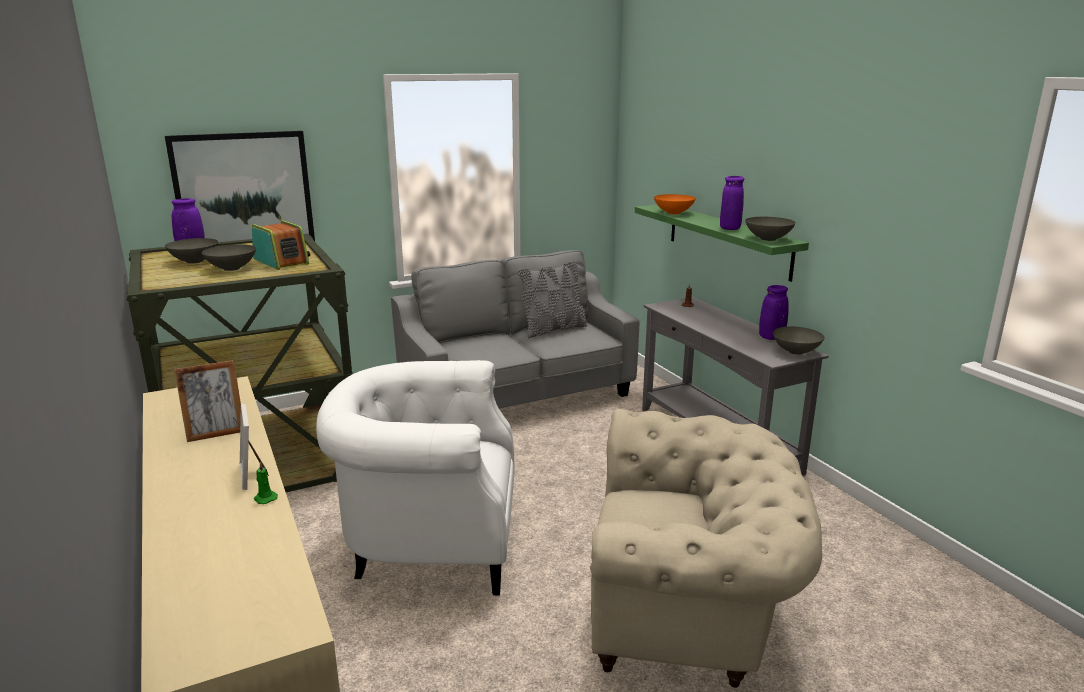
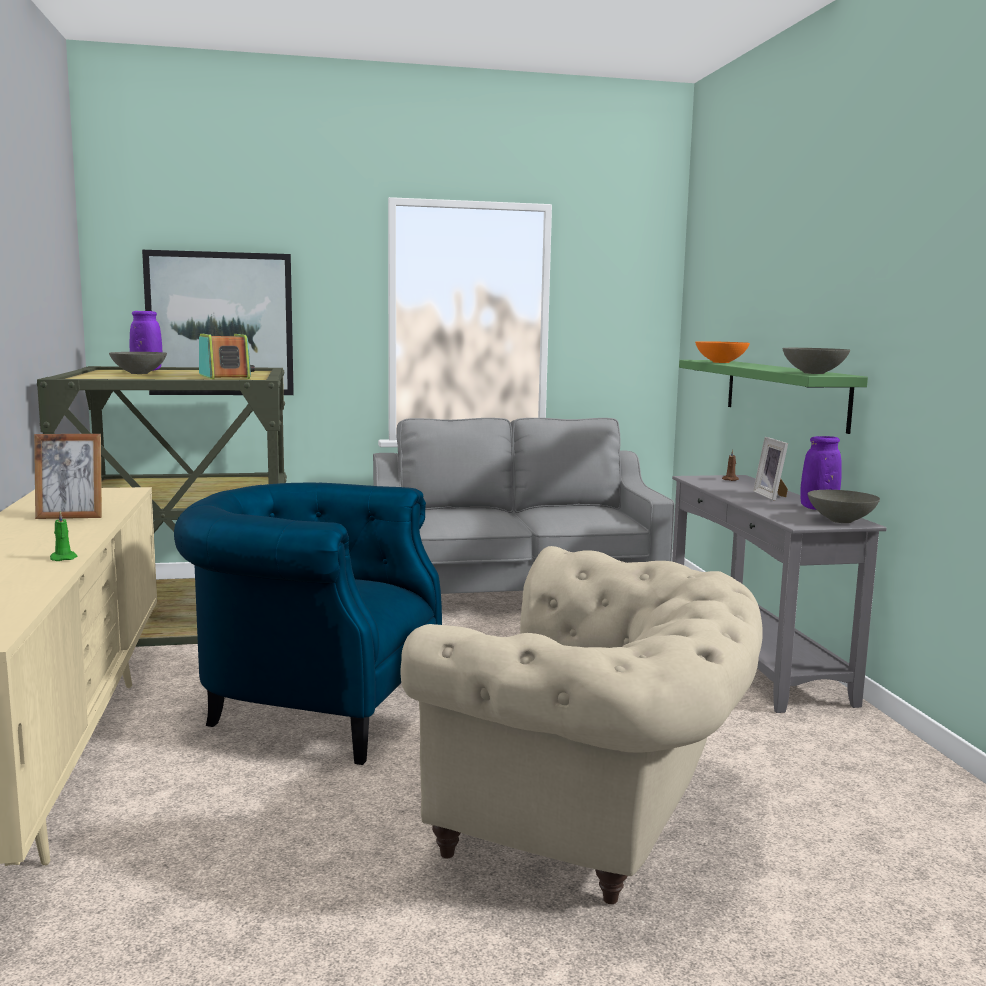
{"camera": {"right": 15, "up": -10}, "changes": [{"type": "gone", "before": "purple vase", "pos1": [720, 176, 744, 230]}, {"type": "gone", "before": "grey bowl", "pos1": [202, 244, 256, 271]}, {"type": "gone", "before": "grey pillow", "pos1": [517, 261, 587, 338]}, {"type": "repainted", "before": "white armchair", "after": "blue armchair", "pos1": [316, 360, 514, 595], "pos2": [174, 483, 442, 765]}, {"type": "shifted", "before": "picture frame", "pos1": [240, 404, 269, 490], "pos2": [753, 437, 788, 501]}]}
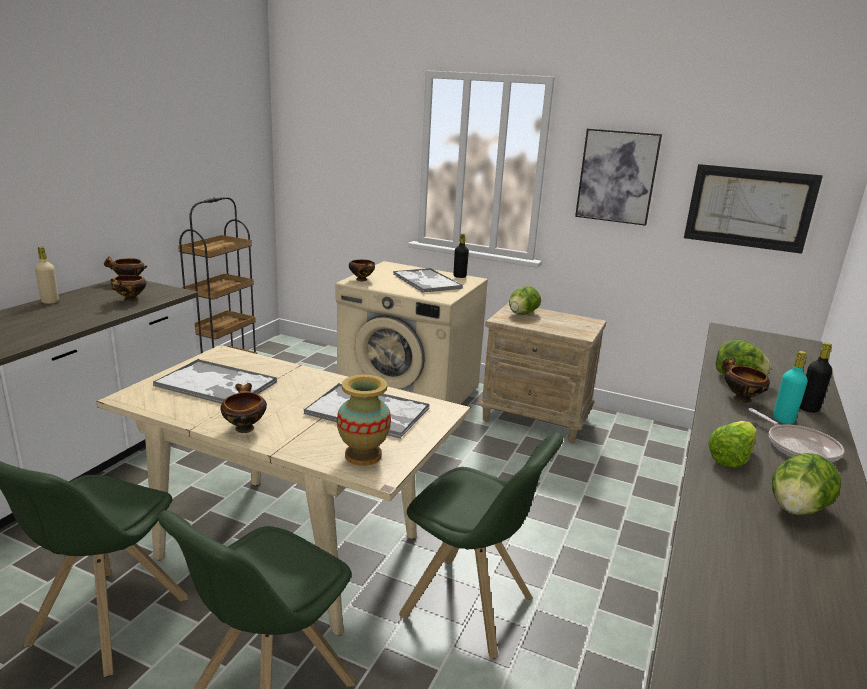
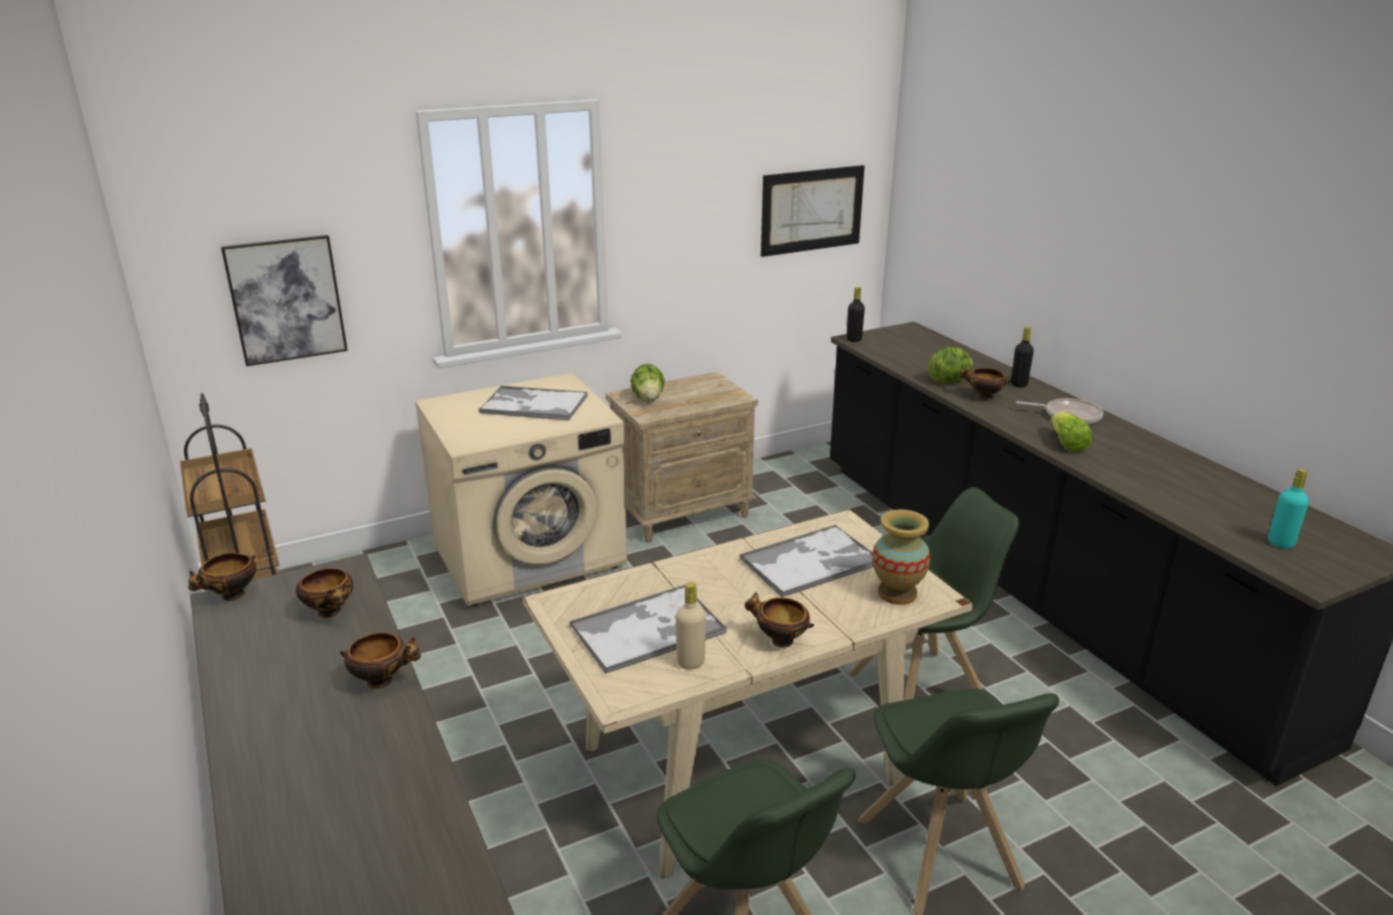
{"camera": {"right": -50, "up": 5}, "changes": [{"type": "shifted", "before": "picture", "pos1": [575, 128, 662, 226], "pos2": [221, 235, 348, 366]}, {"type": "shifted", "before": "black bottle", "pos1": [454, 234, 469, 278], "pos2": [846, 287, 865, 342]}, {"type": "shifted", "before": "beige bottle", "pos1": [35, 247, 59, 304], "pos2": [676, 582, 706, 669]}, {"type": "shifted", "before": "bowl", "pos1": [349, 259, 375, 281], "pos2": [340, 633, 421, 689]}, {"type": "shifted", "before": "turquoise bottle", "pos1": [773, 351, 808, 424], "pos2": [1268, 469, 1309, 549]}, {"type": "gone", "before": "lettuce", "pos1": [772, 453, 841, 515]}]}
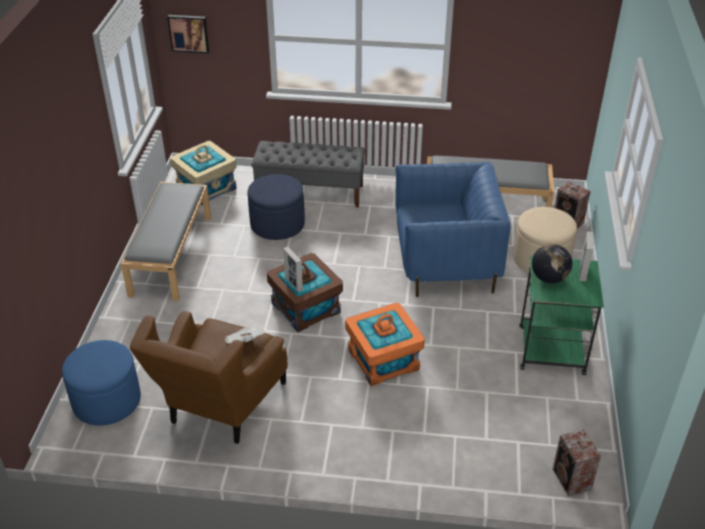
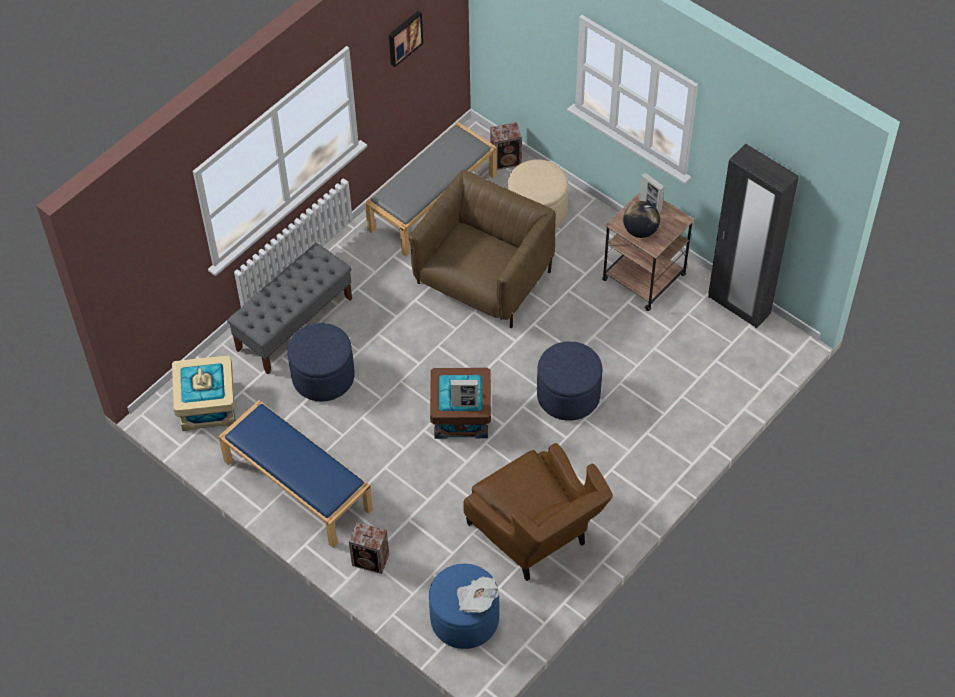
{"camera": {"right": -55, "up": 15}, "changes": [{"type": "shifted", "before": "picture", "pos1": [167, 15, 209, 53], "pos2": [389, 11, 423, 67]}, {"type": "repainted", "before": "blue armchair", "after": "brown armchair", "pos1": [395, 162, 510, 297], "pos2": [409, 170, 556, 328]}, {"type": "repainted", "before": "grey bench", "after": "blue bench", "pos1": [121, 182, 211, 301], "pos2": [218, 400, 373, 548]}, {"type": "repainted", "before": "green cart", "after": "brown cart", "pos1": [520, 256, 604, 375], "pos2": [602, 192, 695, 311]}, {"type": "swapped", "before": "orange storage box", "after": "blue ottoman", "pos1": [345, 303, 425, 386], "pos2": [537, 341, 602, 421]}, {"type": "shifted", "before": "newspaper", "pos1": [225, 327, 264, 344], "pos2": [457, 576, 499, 613]}, {"type": "shifted", "before": "speaker", "pos1": [553, 429, 601, 496], "pos2": [349, 522, 389, 574]}, {"type": "new", "after": "black wardrobe", "pos2": [708, 144, 799, 329]}]}
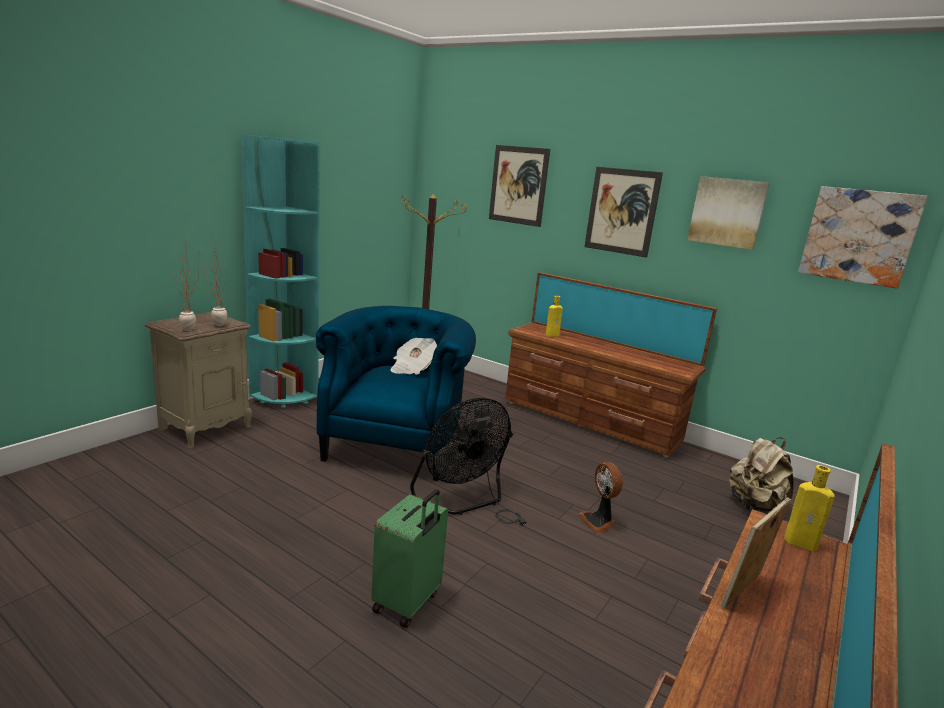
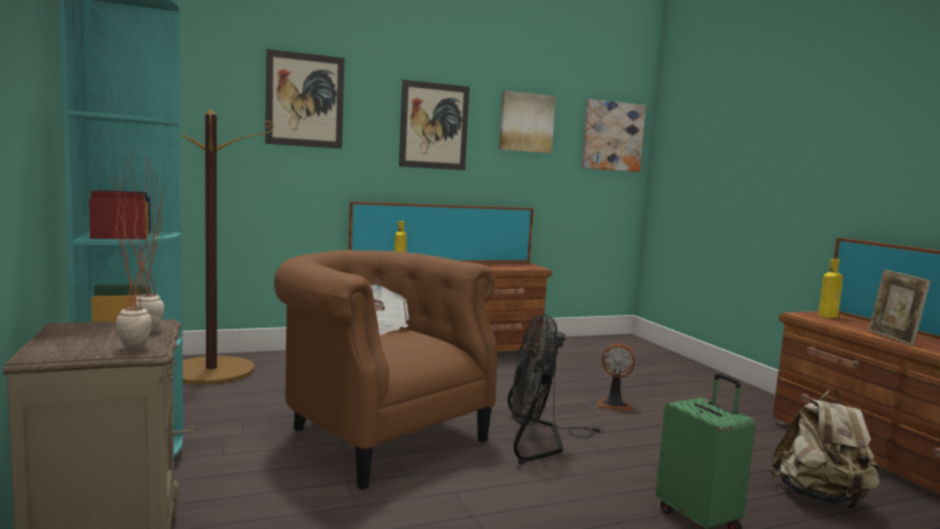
{"camera": {"right": -55, "up": -10}, "changes": [{"type": "repainted", "before": "blue armchair", "after": "brown armchair", "pos1": [316, 306, 476, 481], "pos2": [274, 250, 497, 490]}, {"type": "shifted", "before": "beige backpack", "pos1": [729, 437, 794, 513], "pos2": [770, 389, 880, 508]}]}
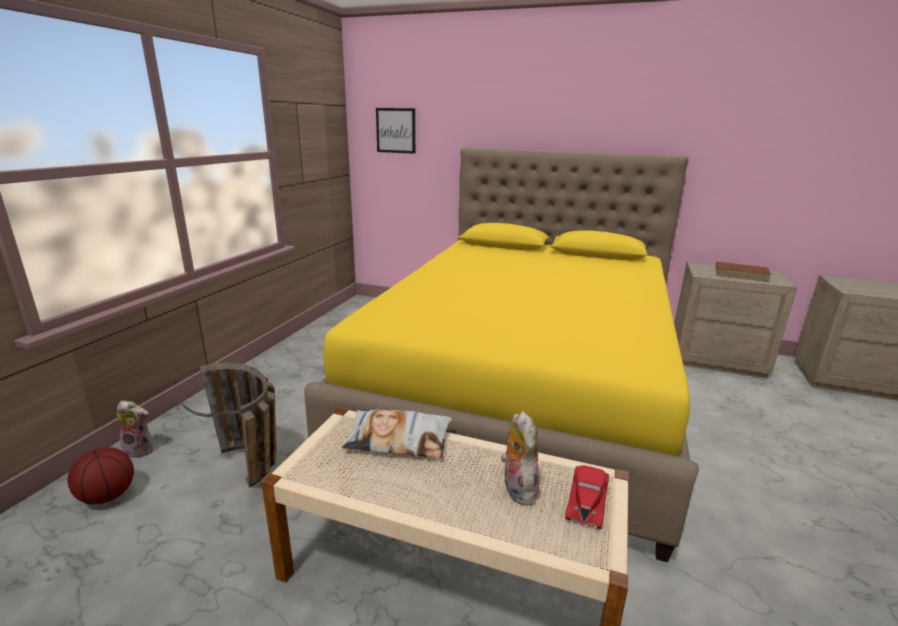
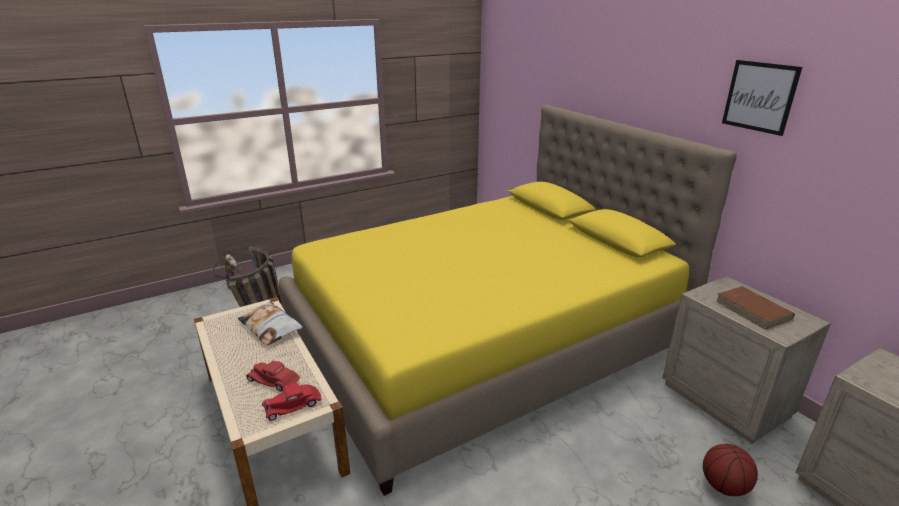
{"camera": {"right": 40, "up": 5}, "changes": [{"type": "shifted", "before": "picture", "pos1": [376, 108, 415, 154], "pos2": [722, 60, 802, 136]}, {"type": "swapped", "before": "plush toy", "after": "red toy car", "pos1": [501, 411, 540, 506], "pos2": [246, 361, 300, 391]}, {"type": "shifted", "before": "basketball", "pos1": [68, 447, 134, 504], "pos2": [703, 444, 758, 496]}]}
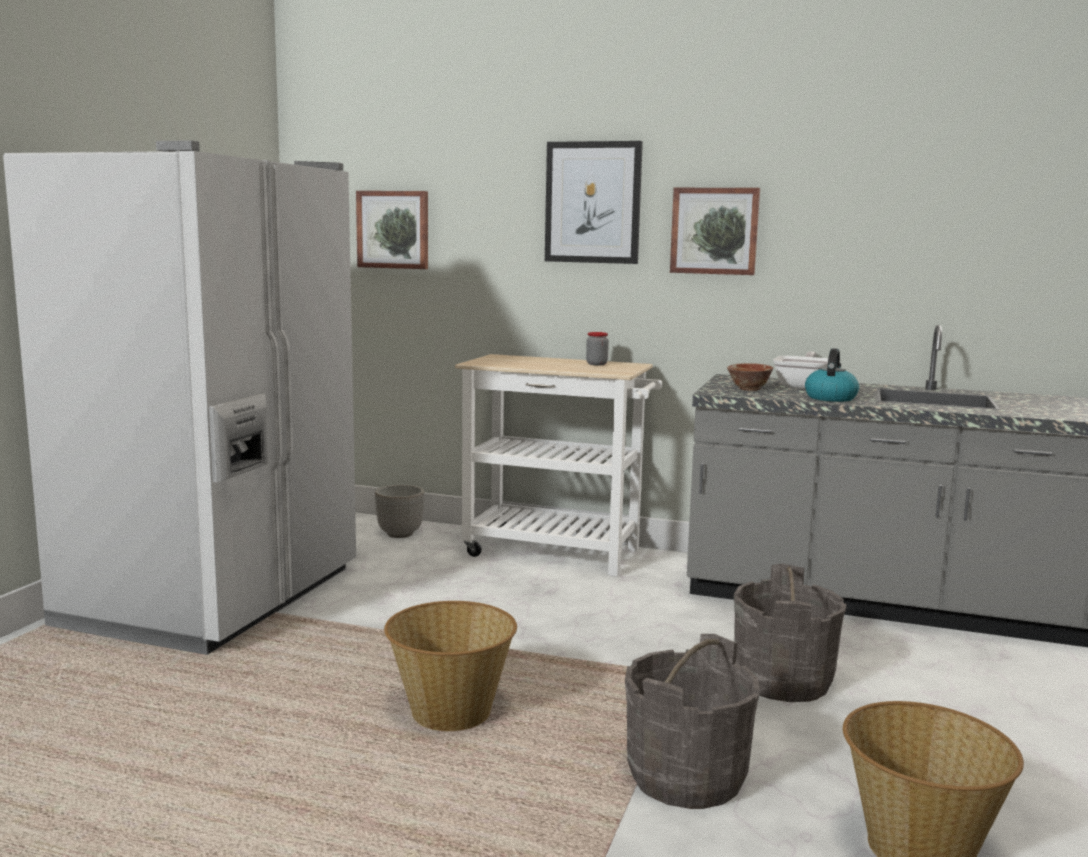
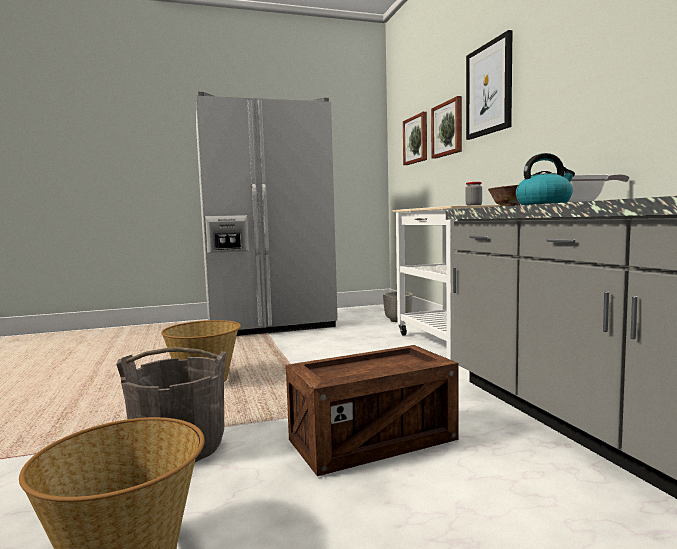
{"camera": {"right": 55, "up": -5}, "changes": [{"type": "shifted", "before": "picture", "pos1": [670, 188, 760, 275], "pos2": [431, 96, 462, 159]}, {"type": "swapped", "before": "grey bucket", "after": "crate", "pos1": [734, 563, 846, 702], "pos2": [286, 345, 458, 476]}]}
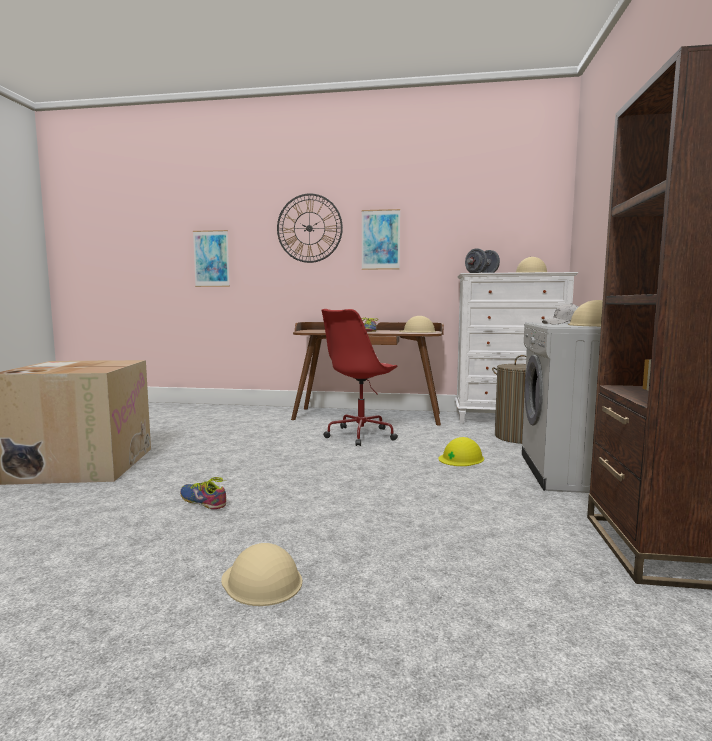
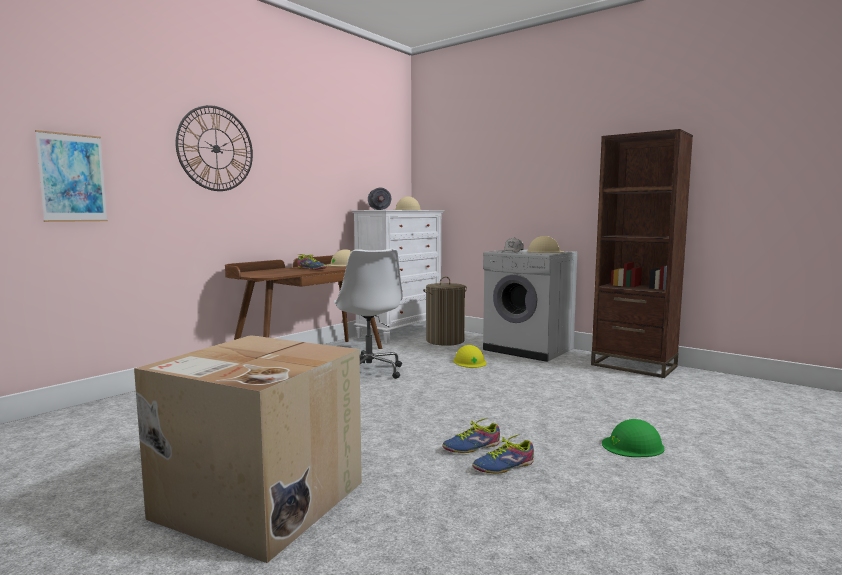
{"camera": {"right": -60, "up": 0}, "changes": [{"type": "gone", "before": "picture", "pos1": [362, 209, 400, 270]}, {"type": "repainted", "before": "red office chair", "after": "white office chair", "pos1": [321, 309, 398, 446], "pos2": [334, 249, 403, 379]}, {"type": "repainted", "before": "beige hard hat", "after": "green hard hat", "pos1": [221, 543, 302, 606], "pos2": [602, 419, 665, 457]}, {"type": "new", "after": "shoe", "pos2": [473, 434, 534, 473]}]}
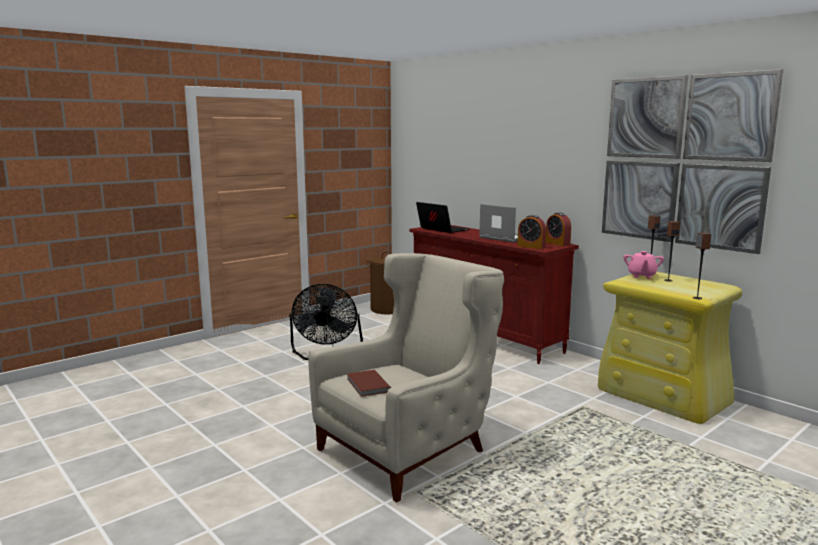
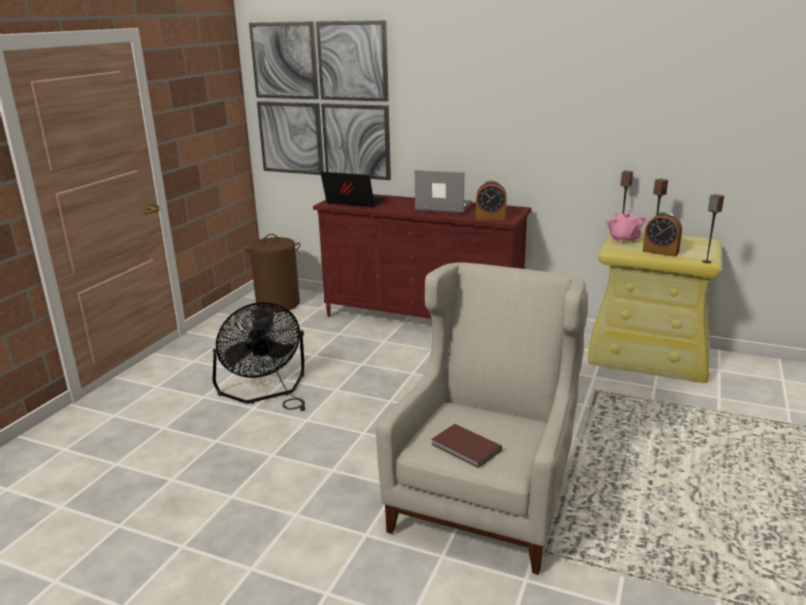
{"camera": {"right": -25, "up": 10}, "changes": [{"type": "shifted", "before": "picture", "pos1": [602, 69, 784, 254], "pos2": [249, 20, 391, 180]}, {"type": "shifted", "before": "alarm clock", "pos1": [546, 212, 571, 246], "pos2": [643, 212, 682, 257]}]}
